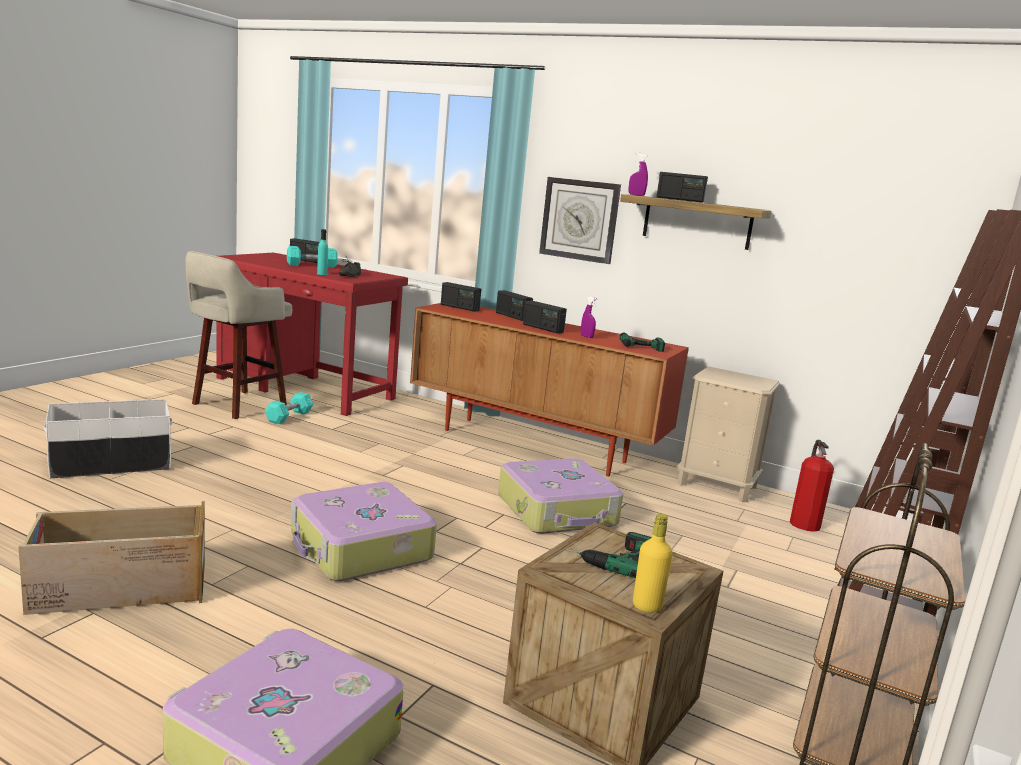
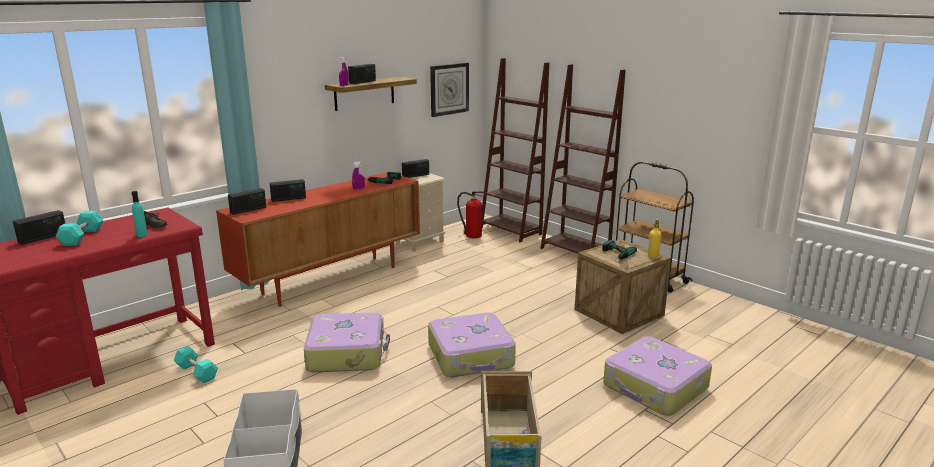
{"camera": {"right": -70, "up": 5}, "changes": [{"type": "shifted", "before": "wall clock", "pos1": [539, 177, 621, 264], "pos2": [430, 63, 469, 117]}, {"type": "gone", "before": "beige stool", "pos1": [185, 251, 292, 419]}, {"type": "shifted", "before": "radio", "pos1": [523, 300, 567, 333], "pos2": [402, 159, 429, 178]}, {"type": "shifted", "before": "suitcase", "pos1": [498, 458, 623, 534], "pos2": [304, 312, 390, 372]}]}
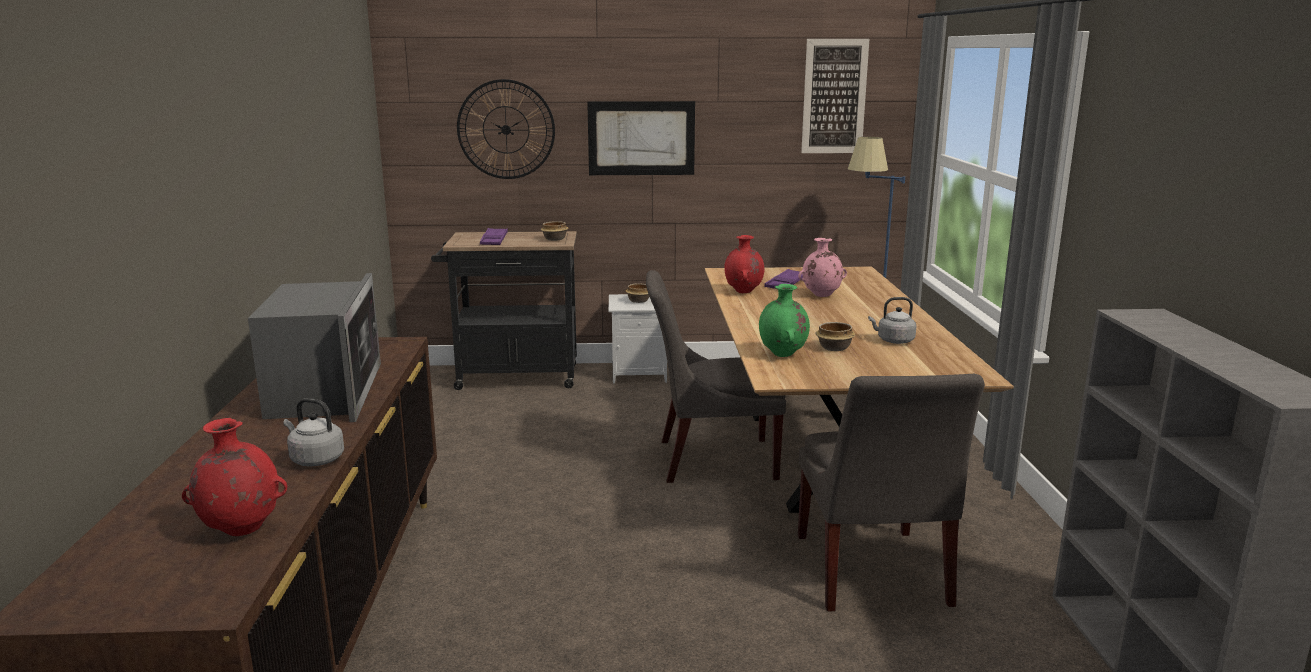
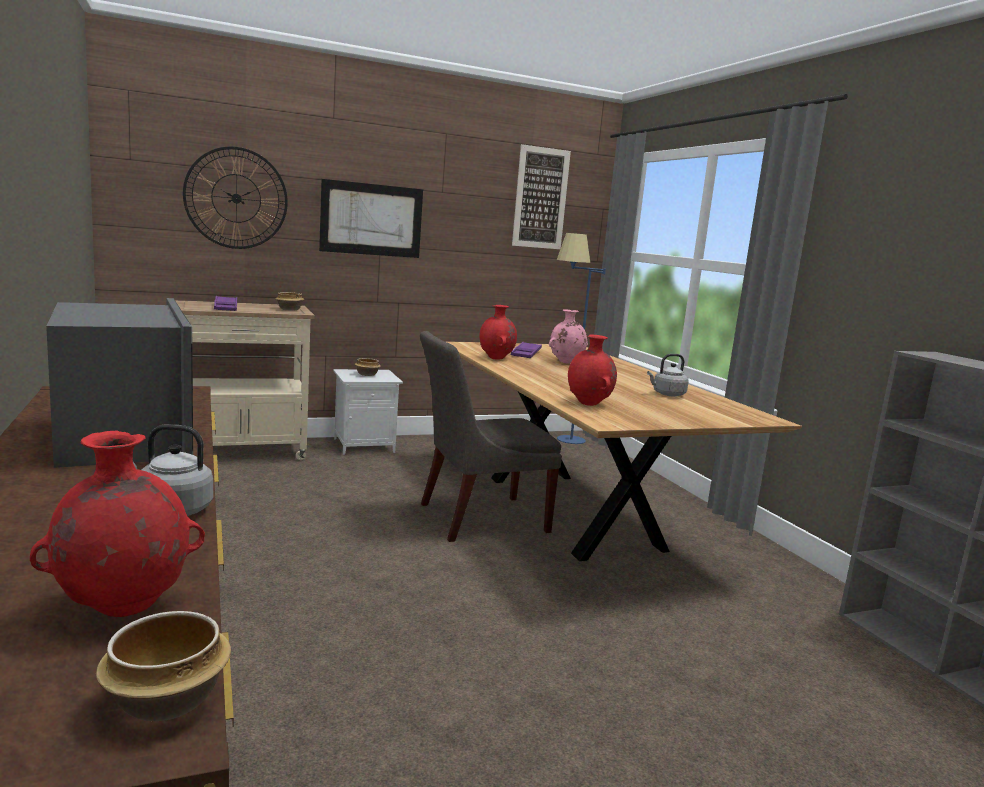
{"camera": {"right": -20, "up": -5}, "changes": [{"type": "repainted", "before": "black cart", "after": "beige cart", "pos1": [431, 231, 577, 390], "pos2": [175, 300, 315, 460]}, {"type": "repainted", "before": "green vase", "after": "red vase", "pos1": [759, 284, 810, 357], "pos2": [568, 335, 617, 406]}, {"type": "shifted", "before": "bowl", "pos1": [815, 322, 856, 351], "pos2": [96, 611, 231, 721]}, {"type": "gone", "before": "grey chair", "pos1": [798, 374, 985, 611]}]}
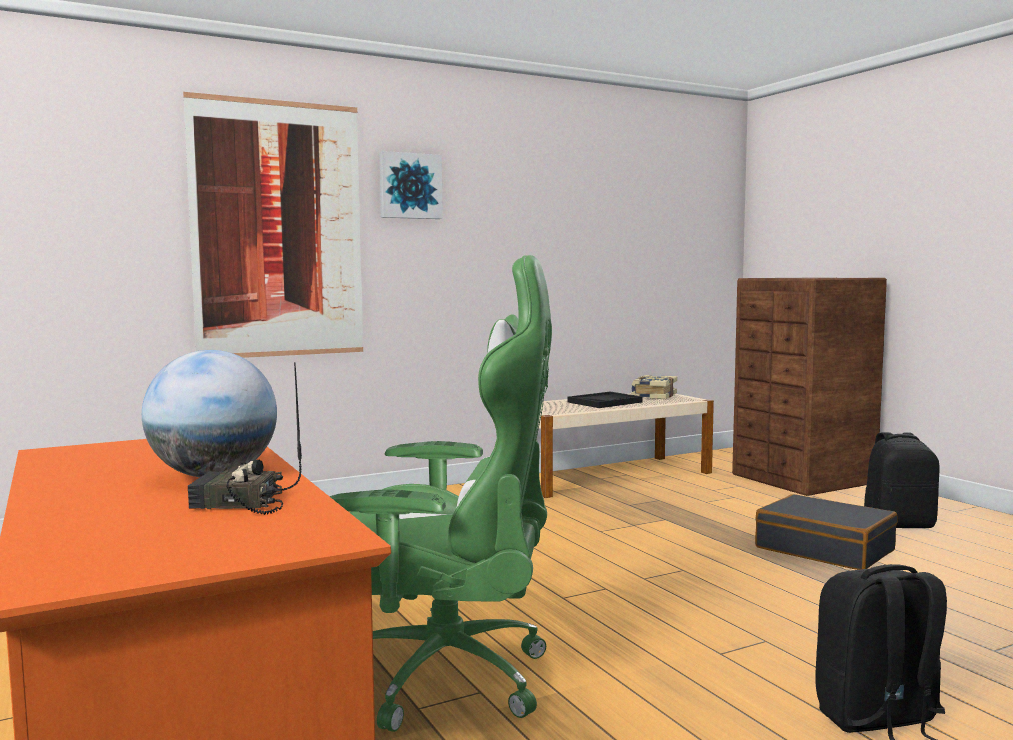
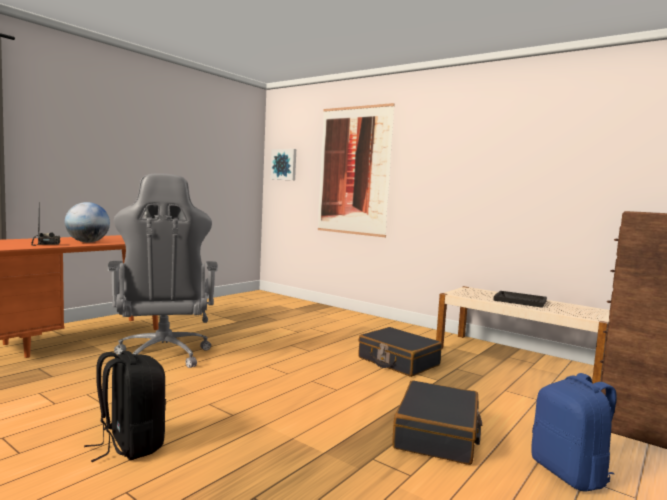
{"camera": {"right": 65, "up": 0}, "changes": [{"type": "shifted", "before": "picture", "pos1": [379, 151, 443, 219], "pos2": [270, 149, 296, 180]}, {"type": "repainted", "before": "green office chair", "after": "grey office chair", "pos1": [329, 255, 552, 732], "pos2": [108, 173, 218, 368]}, {"type": "gone", "before": "book", "pos1": [631, 375, 677, 399]}, {"type": "repainted", "before": "black backpack", "after": "blue backpack", "pos1": [864, 432, 940, 528], "pos2": [531, 373, 617, 492]}, {"type": "new", "after": "black suitcase", "pos2": [358, 327, 442, 377]}]}
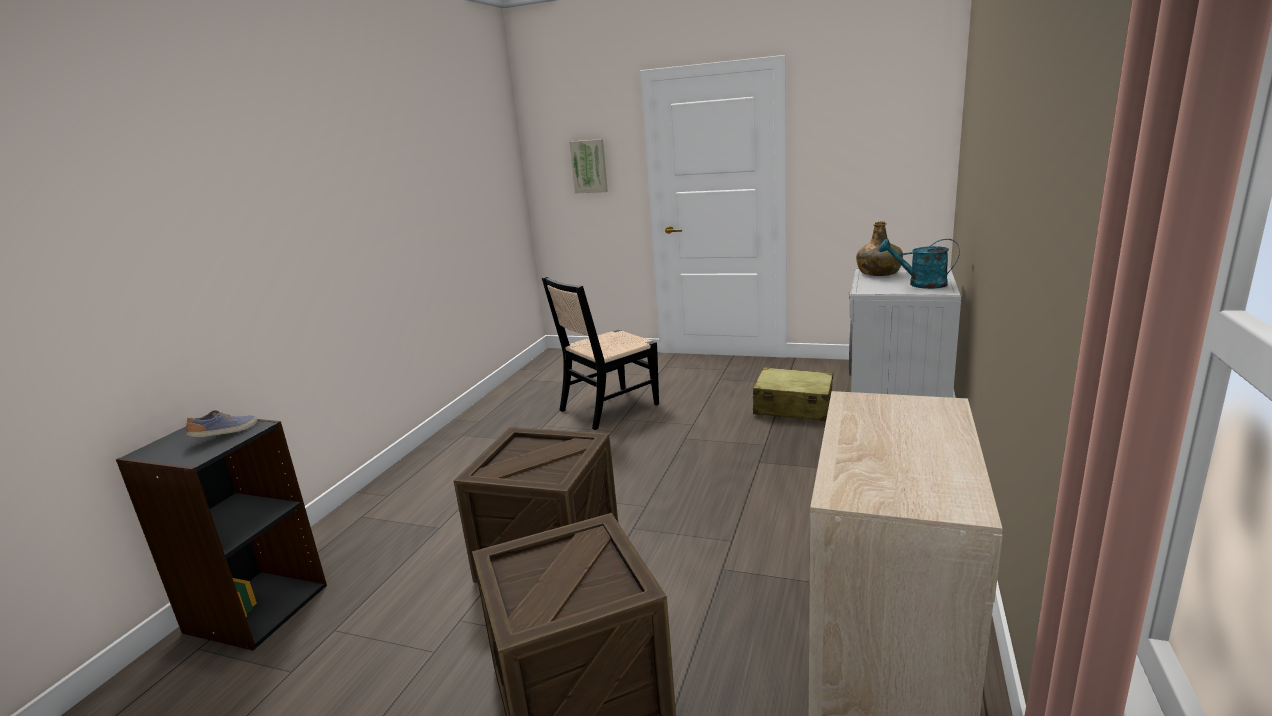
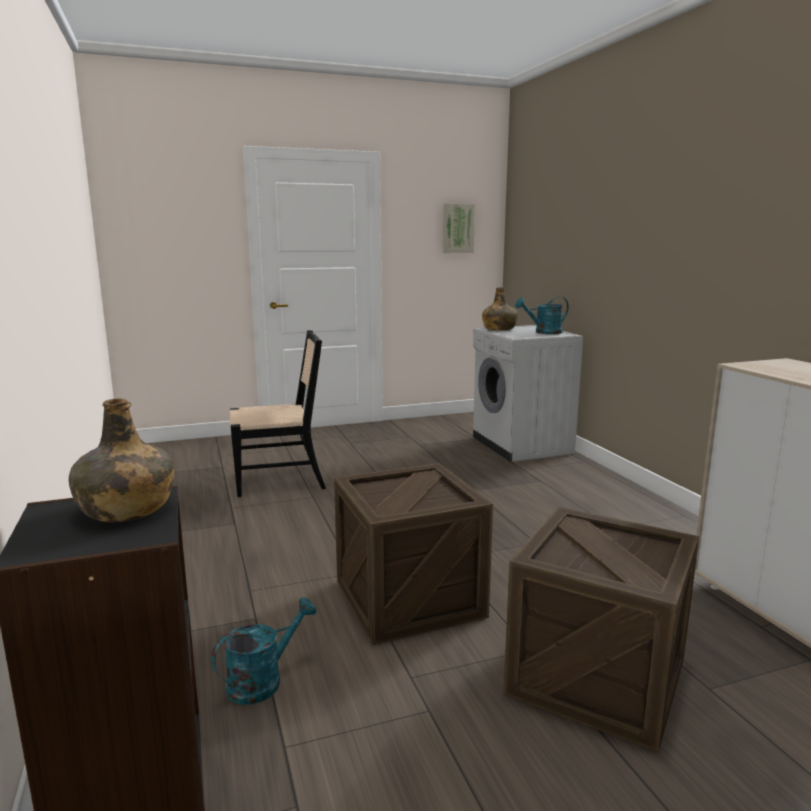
{"camera": {"right": -40, "up": -5}, "changes": [{"type": "shifted", "before": "picture", "pos1": [569, 139, 608, 194], "pos2": [443, 204, 475, 253]}, {"type": "rotated", "before": "chair", "pos1": [542, 276, 659, 430], "pos2": [230, 330, 326, 497], "turn": -120}, {"type": "gone", "before": "beige suitcase", "pos1": [752, 367, 833, 421]}, {"type": "swapped", "before": "shoe", "after": "green bottle", "pos1": [186, 410, 257, 437], "pos2": [69, 398, 174, 522]}, {"type": "new", "after": "turquoise watering can", "pos2": [211, 597, 317, 705]}]}
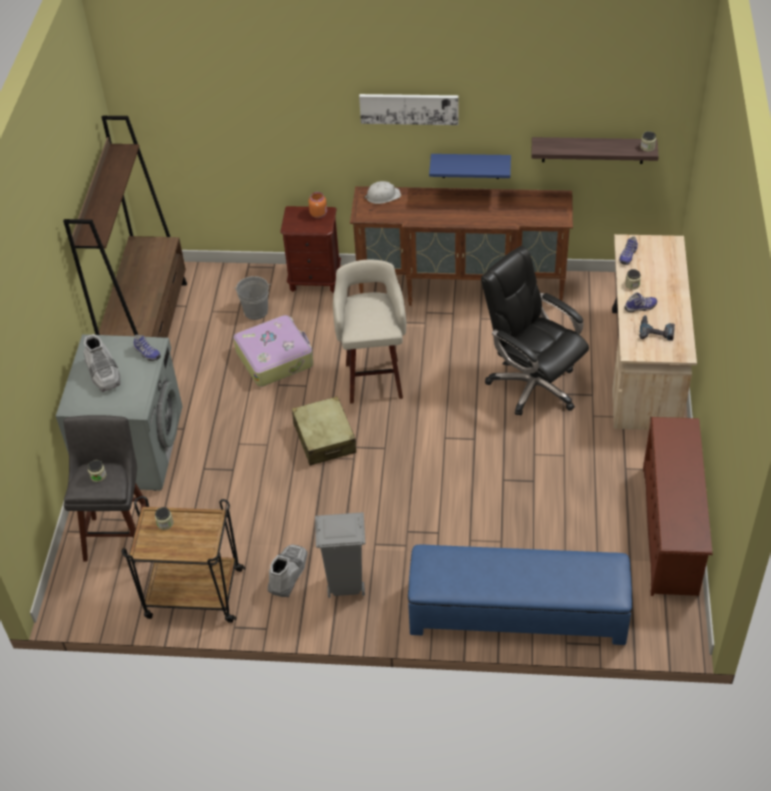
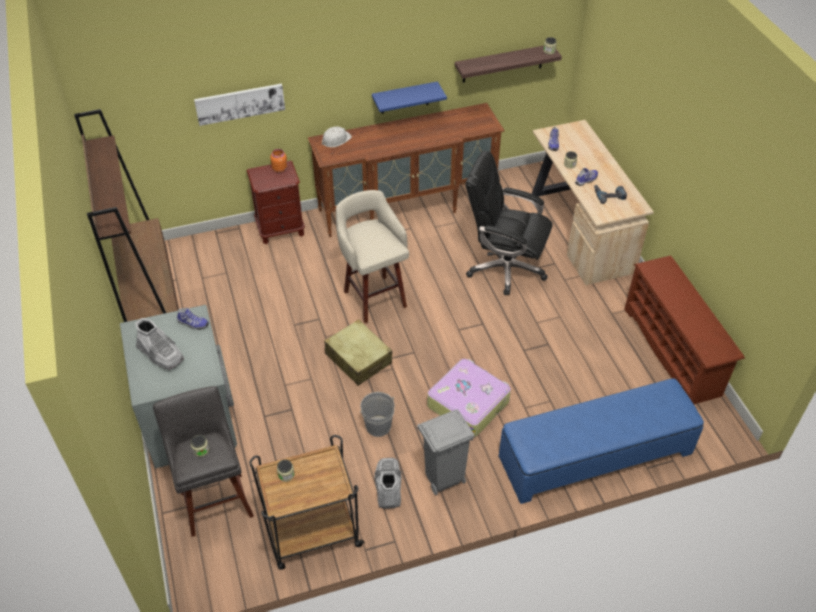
{"camera": {"right": -25, "up": 0}, "changes": [{"type": "shifted", "before": "picture", "pos1": [359, 94, 459, 125], "pos2": [194, 84, 285, 126]}, {"type": "shifted", "before": "grey bucket", "pos1": [234, 276, 270, 320], "pos2": [359, 392, 395, 437]}, {"type": "shifted", "before": "suitcase", "pos1": [233, 315, 313, 387], "pos2": [427, 359, 511, 437]}]}
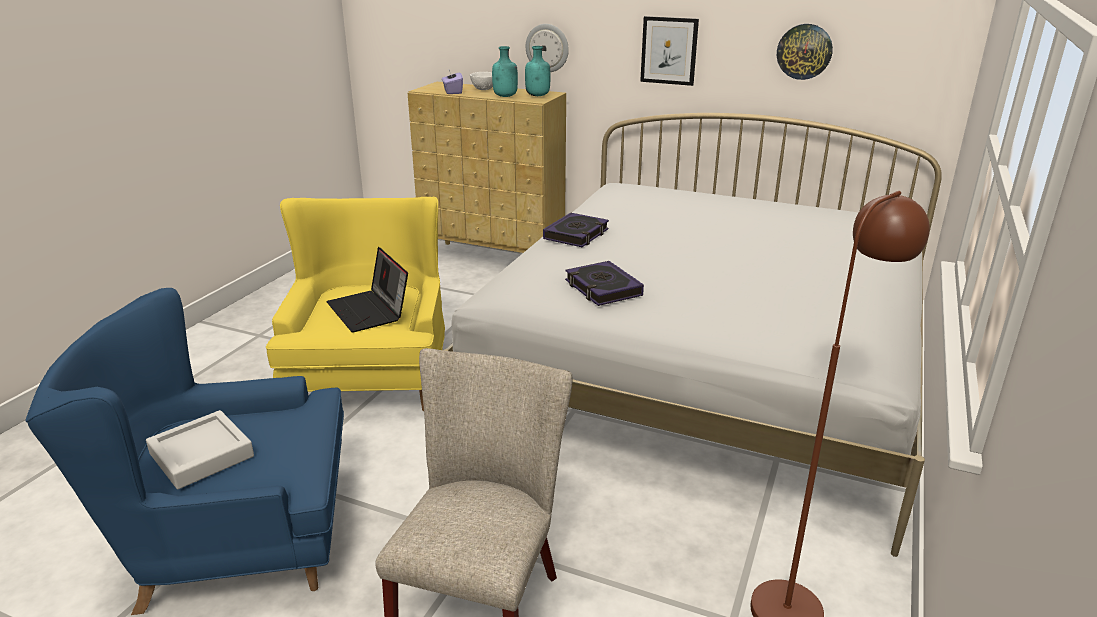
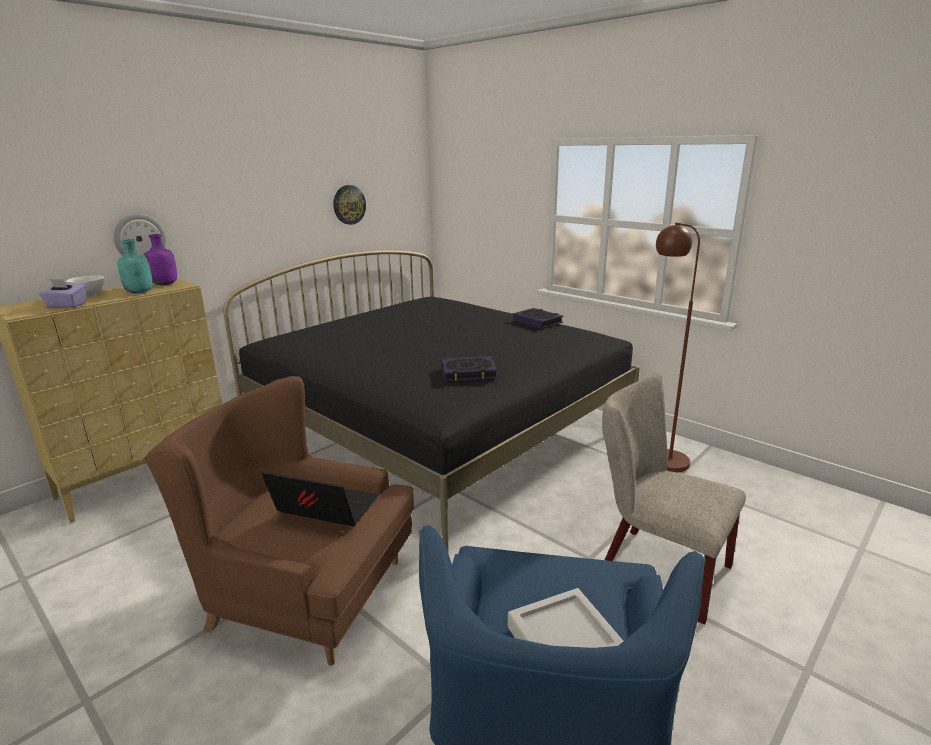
{"camera": {"right": -70, "up": -5}, "changes": [{"type": "gone", "before": "picture", "pos1": [640, 16, 699, 86]}, {"type": "repainted", "before": "turquoise bottle", "after": "purple bottle", "pos1": [525, 46, 551, 96], "pos2": [145, 234, 177, 285]}, {"type": "repainted", "before": "white bed", "after": "black bed", "pos1": [443, 113, 942, 557], "pos2": [223, 250, 640, 550]}, {"type": "repainted", "before": "yellow armchair", "after": "brown armchair", "pos1": [266, 196, 445, 411], "pos2": [144, 376, 414, 666]}, {"type": "shifted", "before": "book", "pos1": [543, 213, 609, 247], "pos2": [513, 308, 563, 329]}, {"type": "rotated", "before": "laptop", "pos1": [326, 247, 408, 332], "pos2": [262, 472, 379, 526], "turn": -150}]}
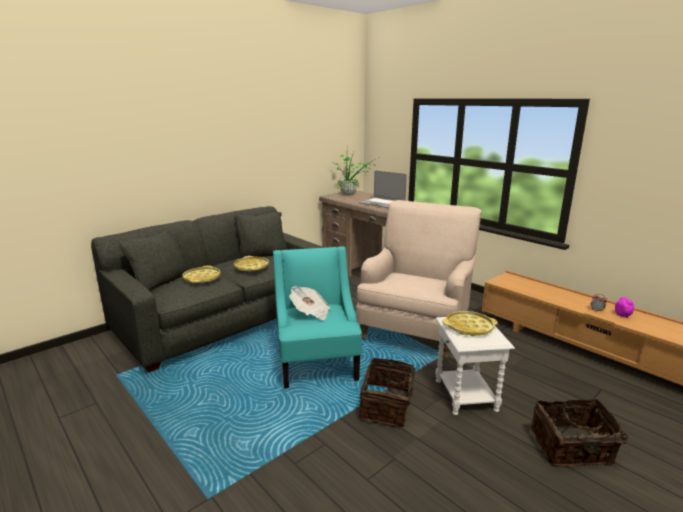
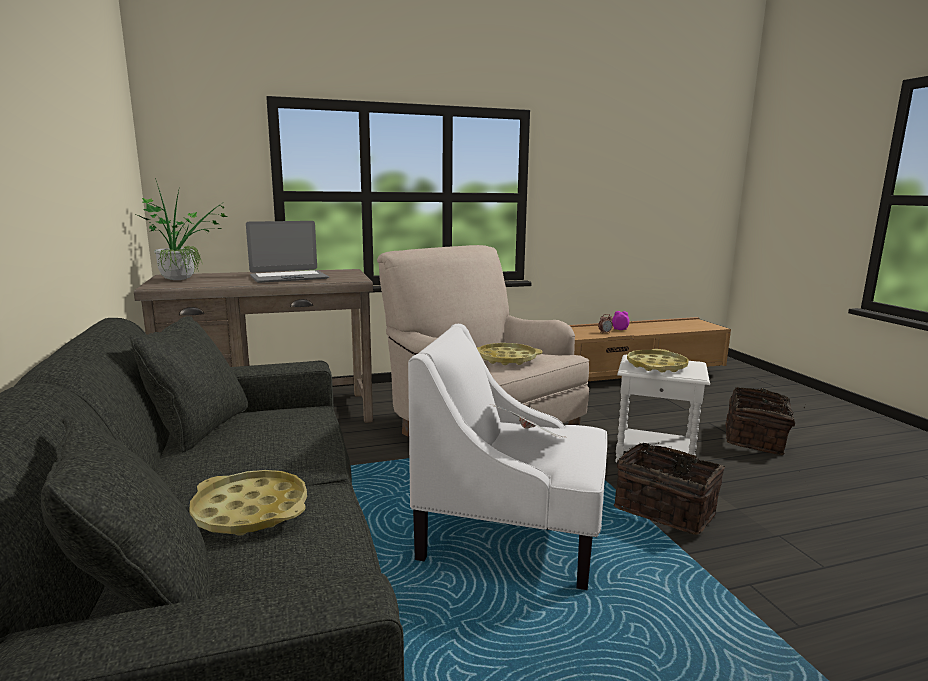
{"camera": {"right": -65, "up": -5}, "changes": [{"type": "repainted", "before": "turquoise armchair", "after": "white armchair", "pos1": [273, 246, 362, 389], "pos2": [408, 324, 607, 590]}, {"type": "shifted", "before": "yellow tray", "pos1": [234, 256, 269, 272], "pos2": [477, 343, 542, 365]}]}
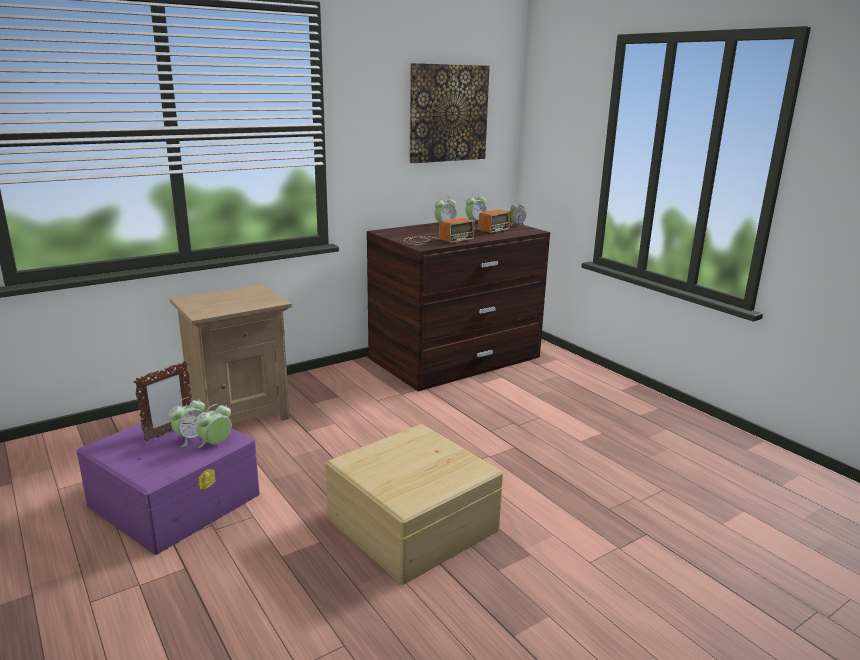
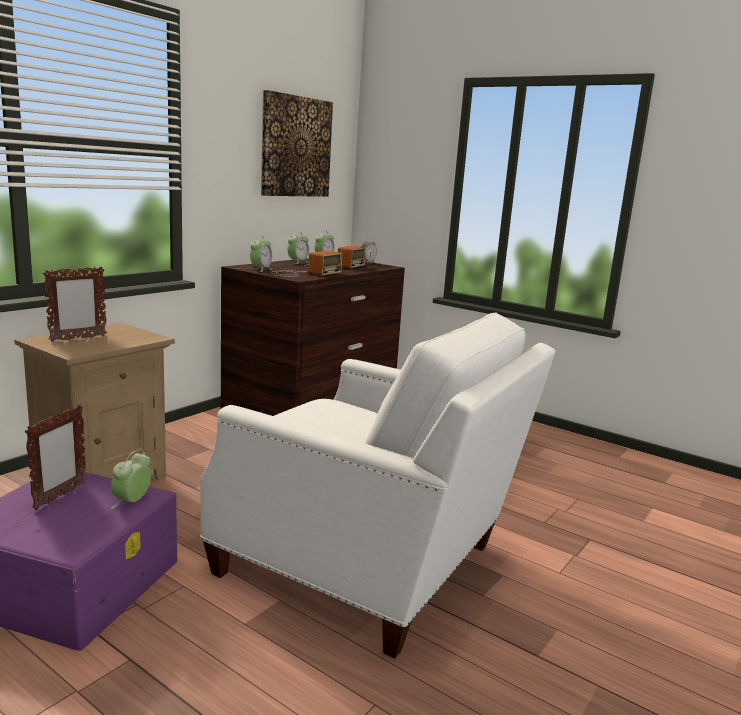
{"camera": {"right": -20, "up": -5}, "changes": [{"type": "shifted", "before": "alarm clock", "pos1": [169, 397, 205, 447], "pos2": [250, 236, 273, 272]}, {"type": "swapped", "before": "beige storage box", "after": "white armchair", "pos1": [326, 424, 503, 585], "pos2": [200, 313, 556, 658]}, {"type": "new", "after": "picture frame", "pos2": [43, 266, 107, 342]}]}
